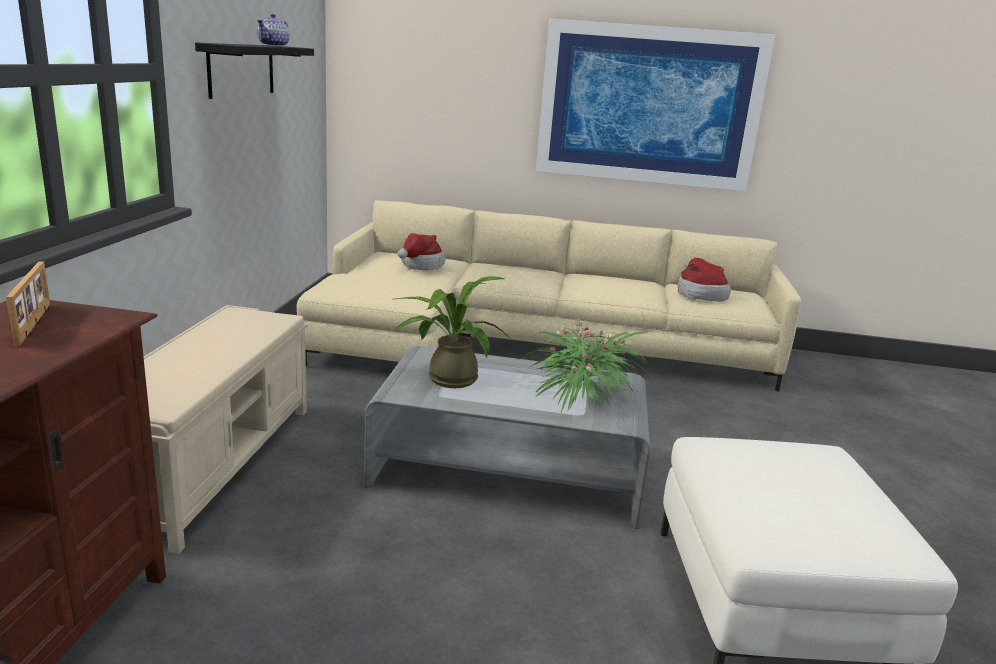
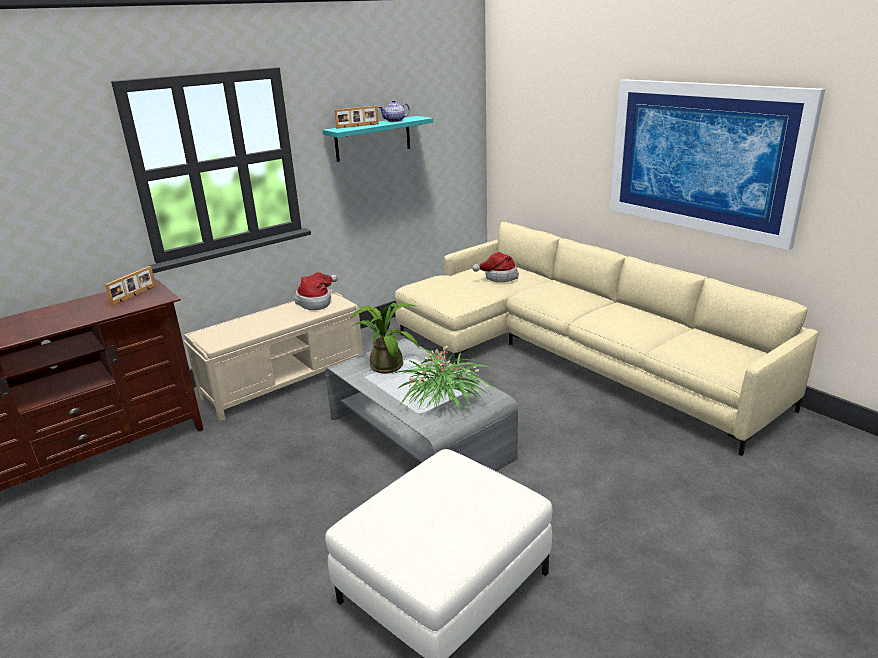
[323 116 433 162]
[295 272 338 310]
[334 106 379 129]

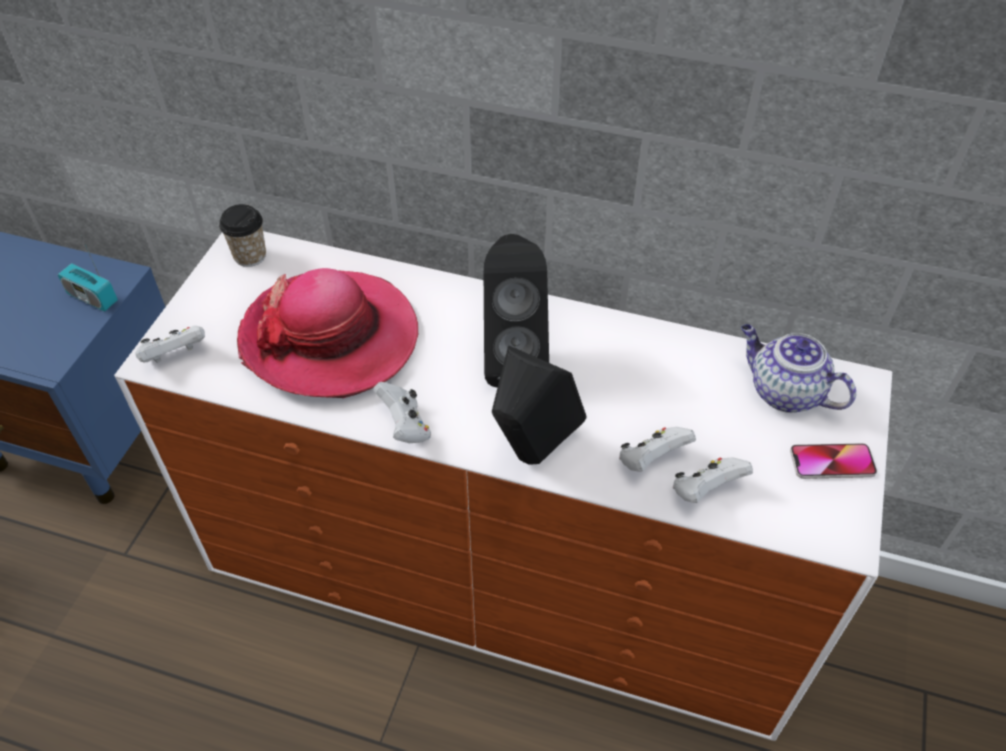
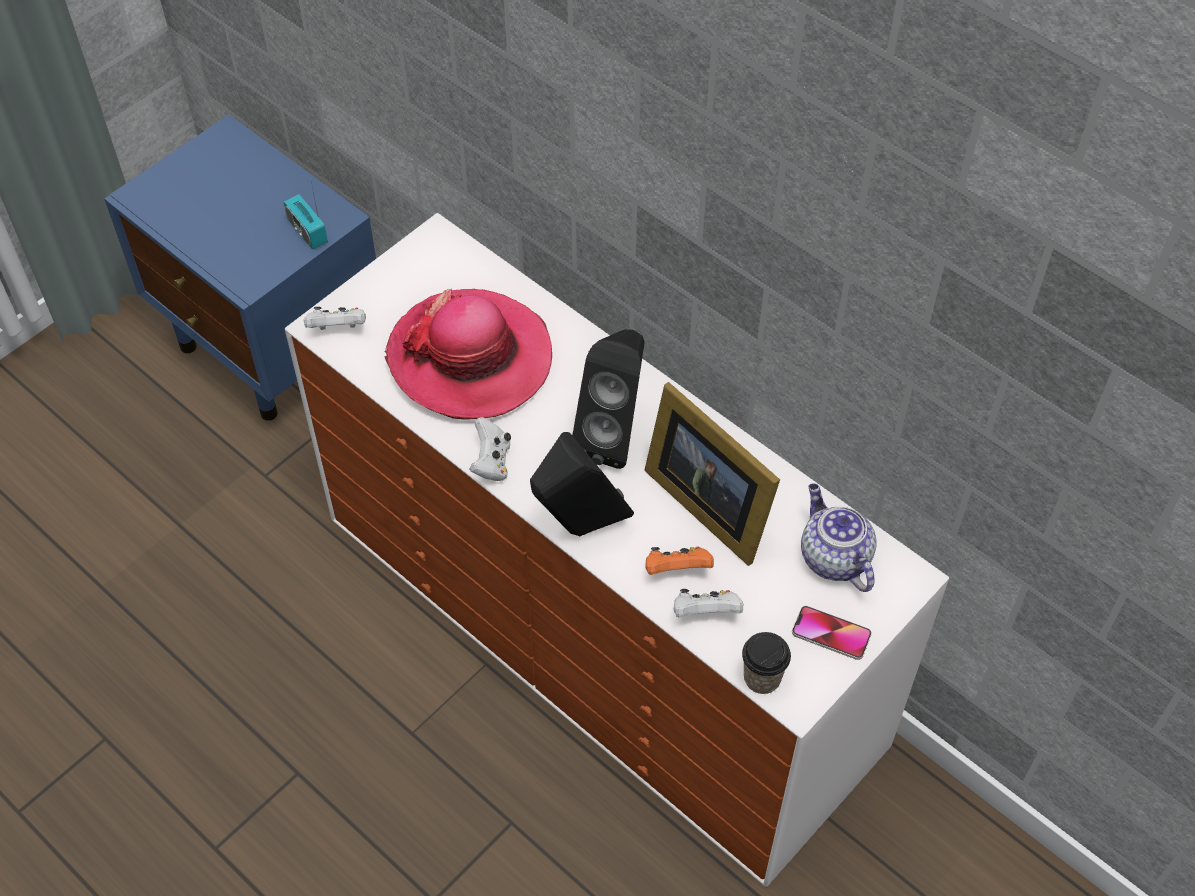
[742 632 791 694]
[645 546 714 575]
[644 382 780 566]

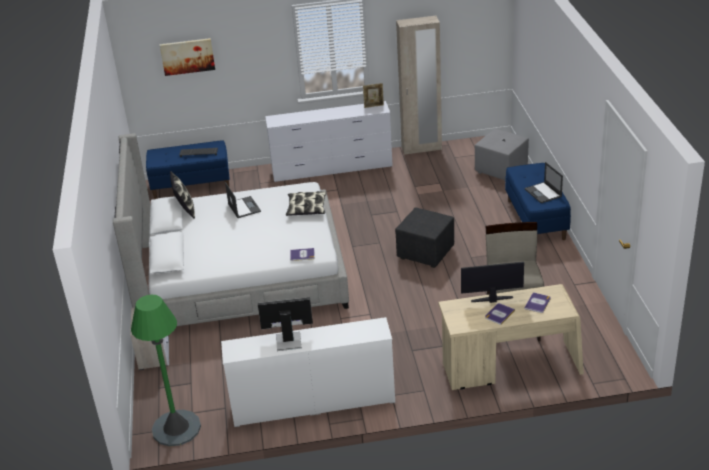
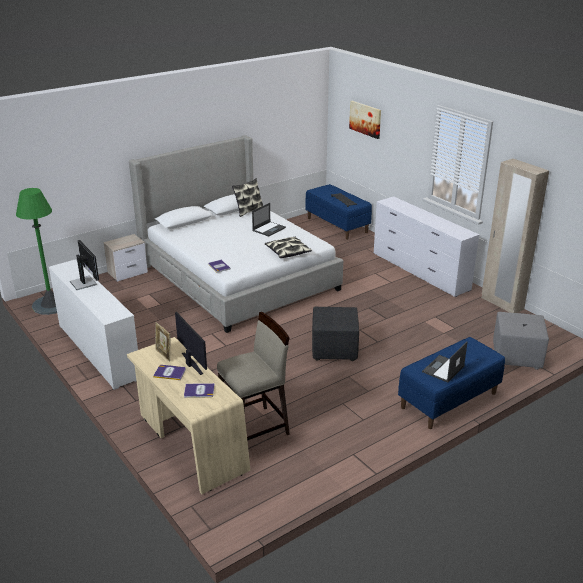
[155 322 170 362]

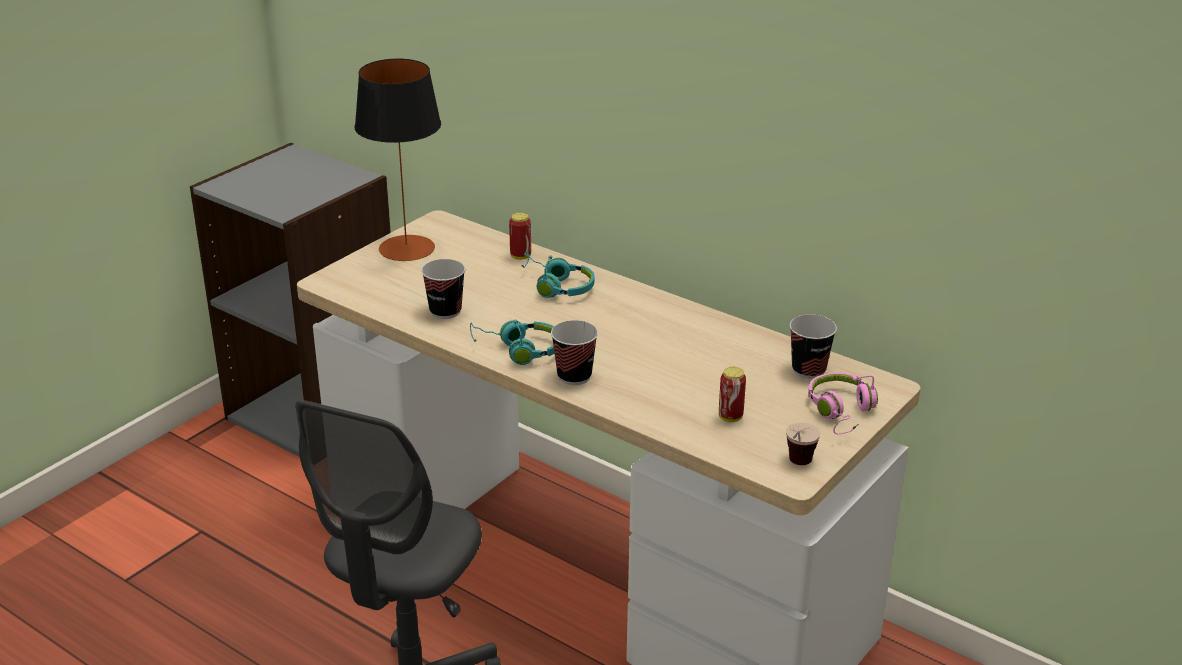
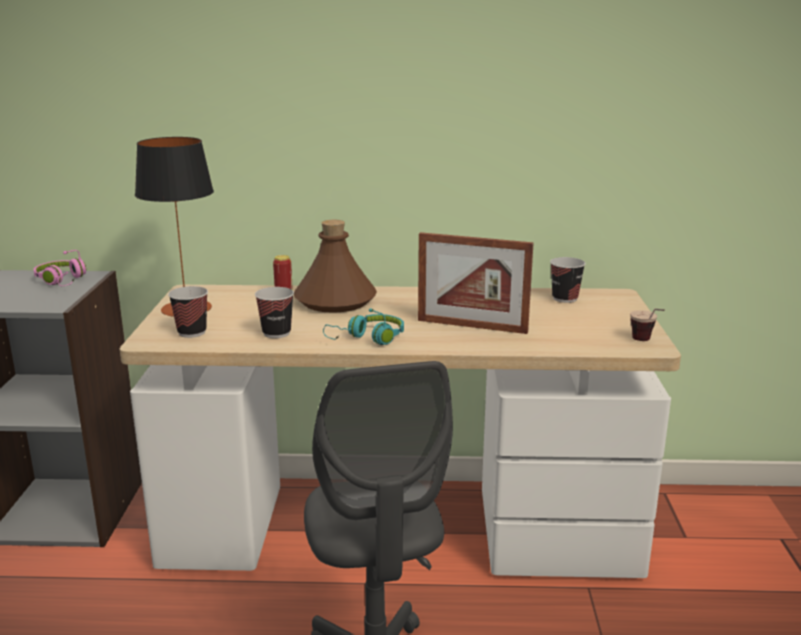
[294 220 377 313]
[168 286 208 338]
[719 367 746 422] (first image)
[33 250 86 286]
[418 232 534 334]

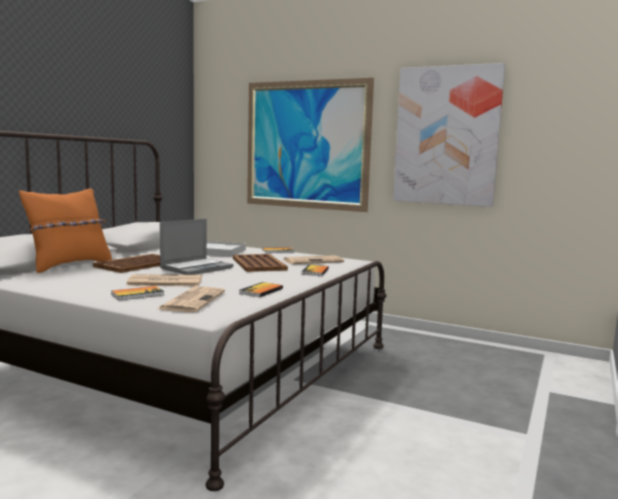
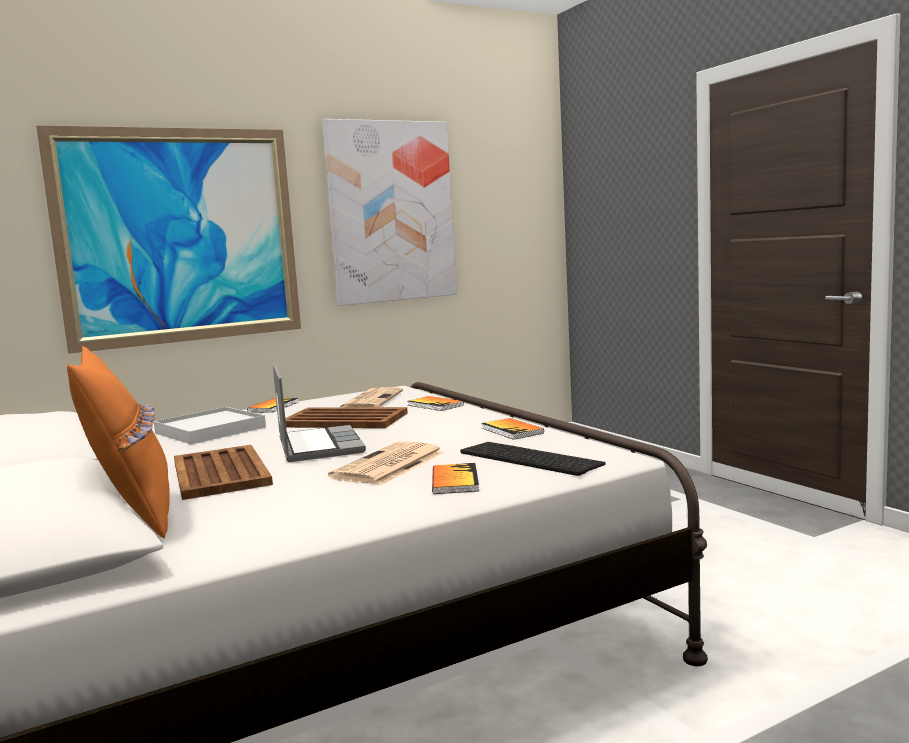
[460 442 606 476]

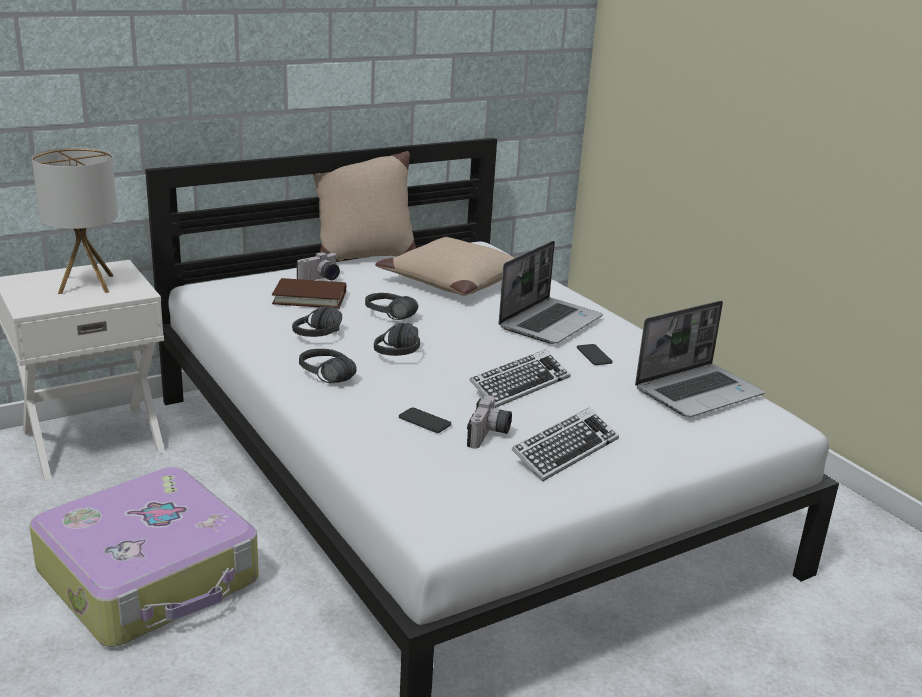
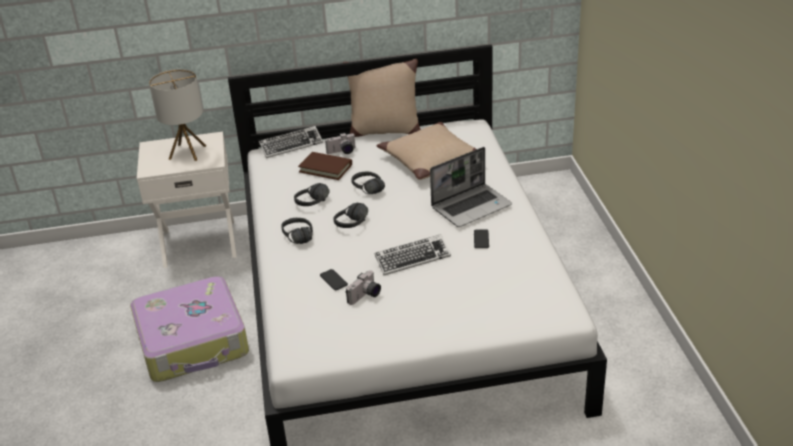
[635 301 765 417] (first image)
[259 126 323 158]

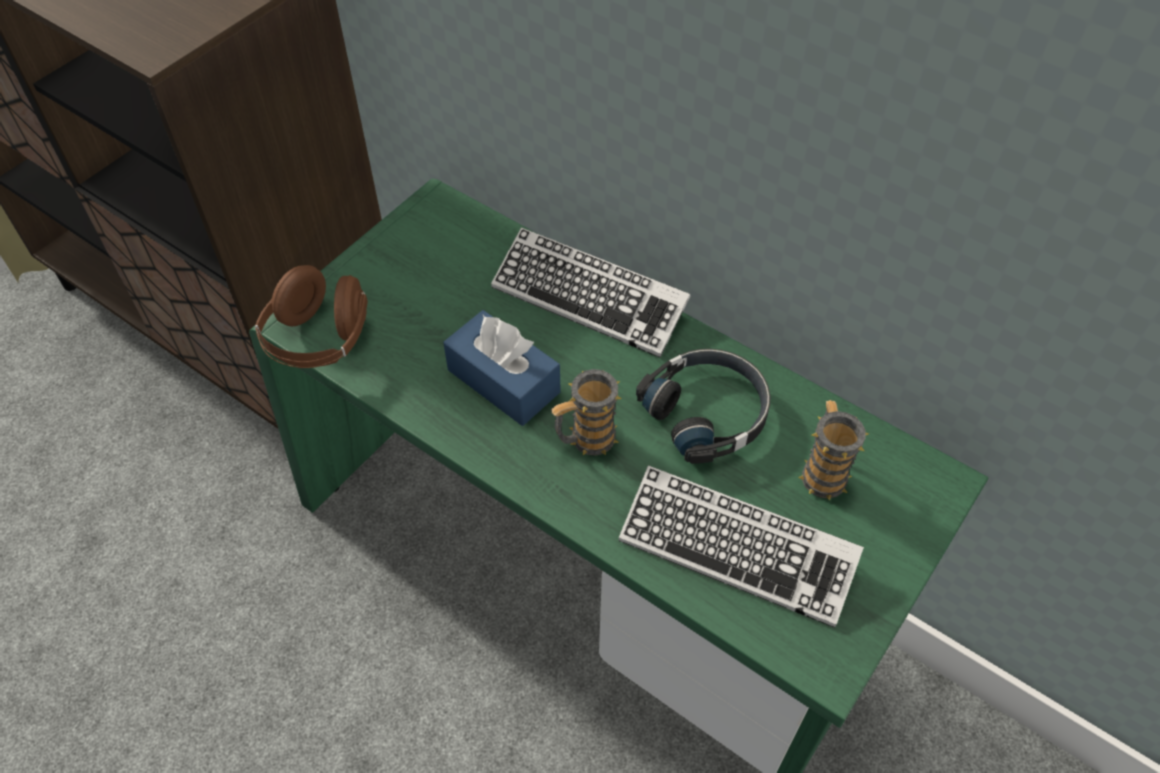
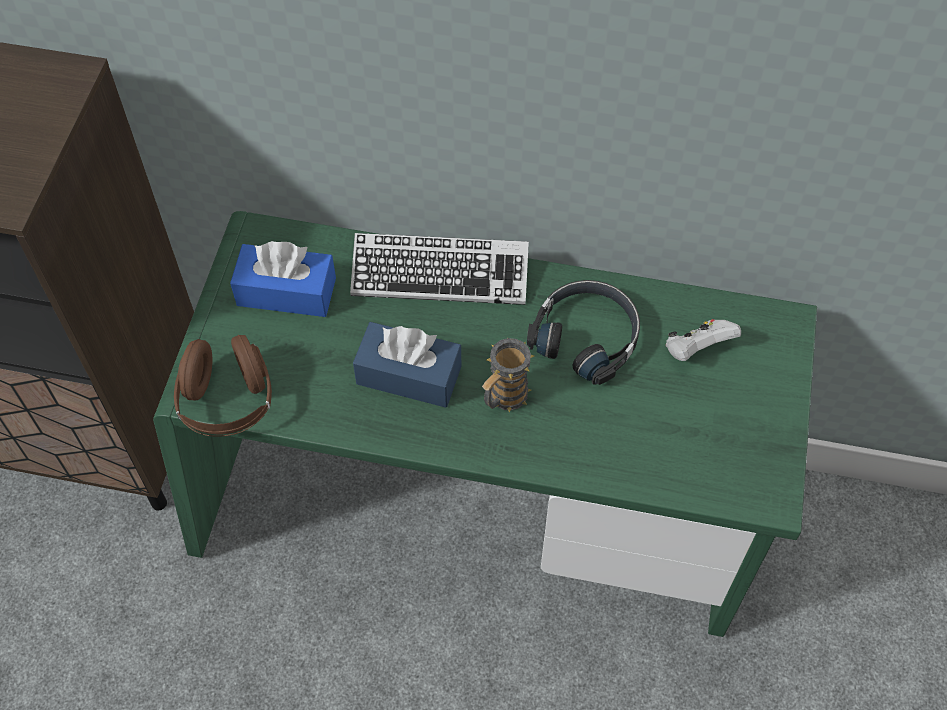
[666 319 741 361]
[619 465 864 628] (first image)
[230 241 336 317]

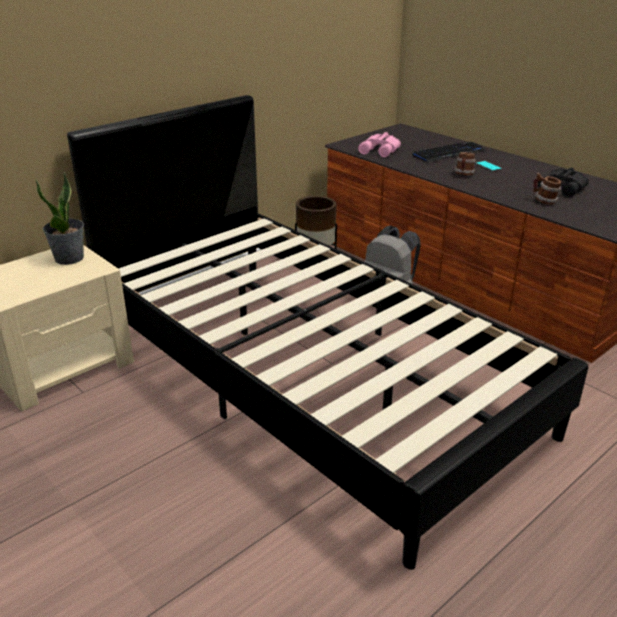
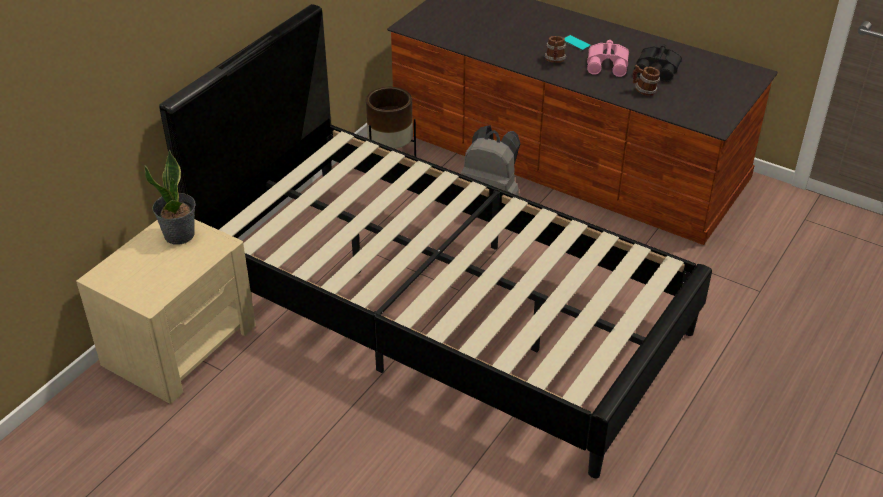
[587 40 629 77]
[412 142 486 162] (first image)

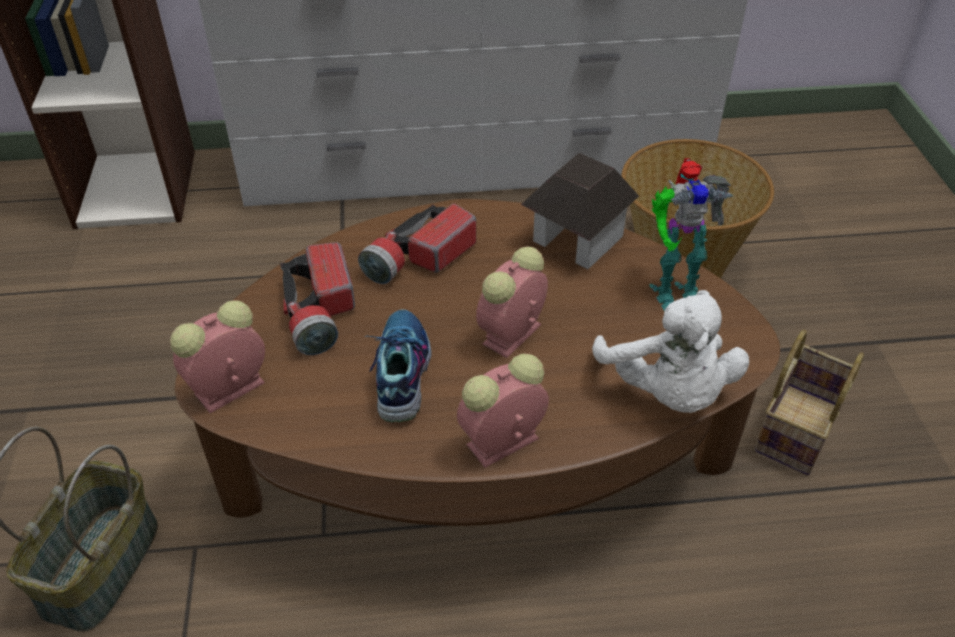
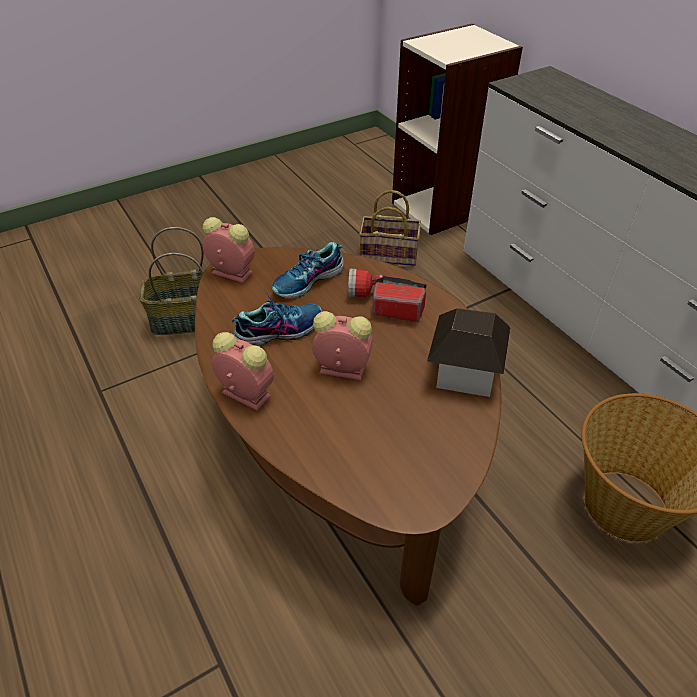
[649 158 733 311] (first image)
[272 242 344 298]
[592 290 749 413] (first image)
[359 190 421 266]

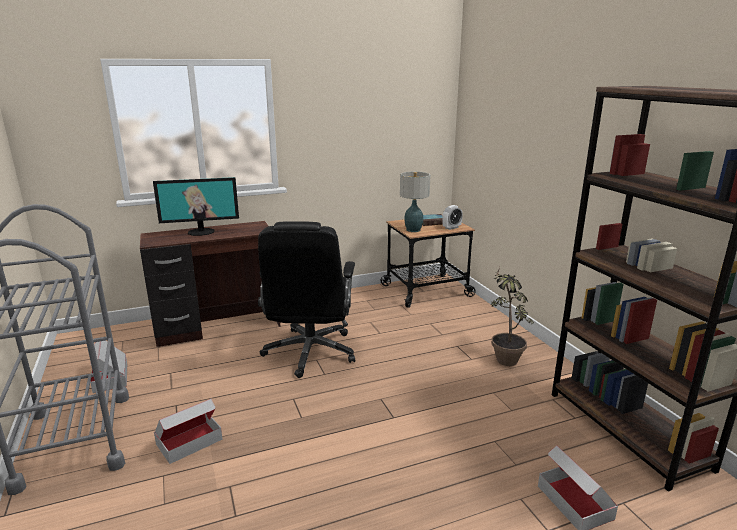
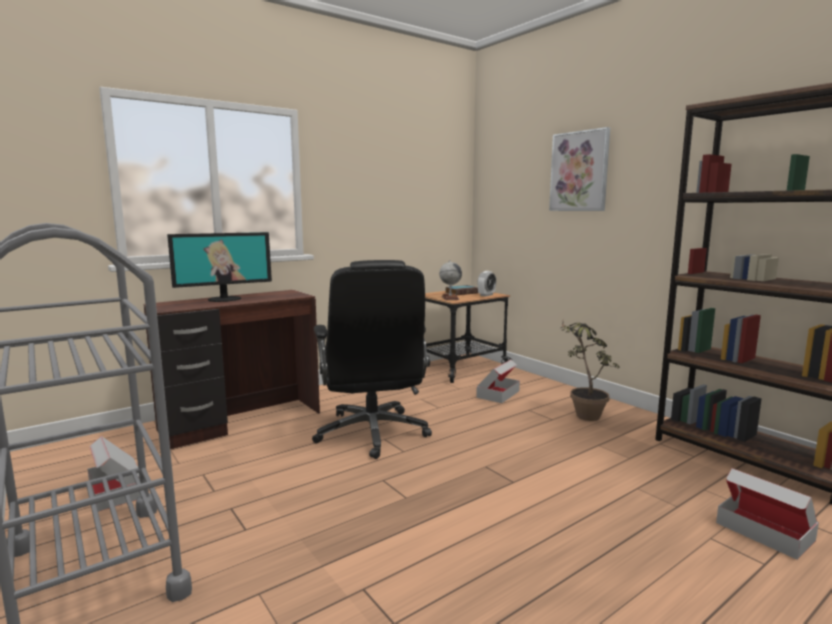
[439 260 462 300]
[476 359 520 403]
[549 127 610 211]

